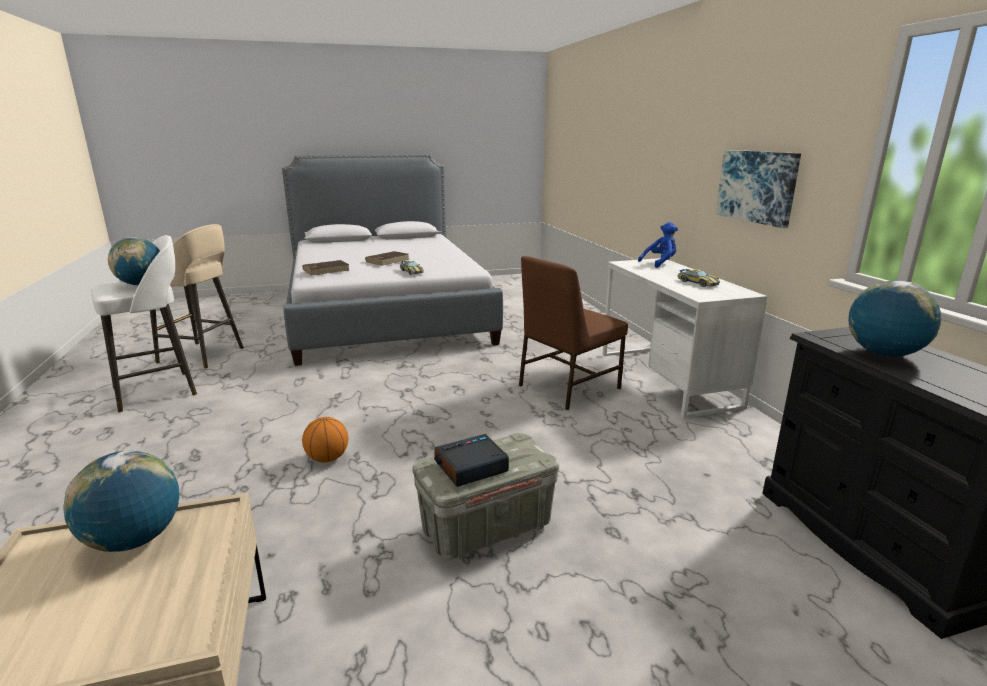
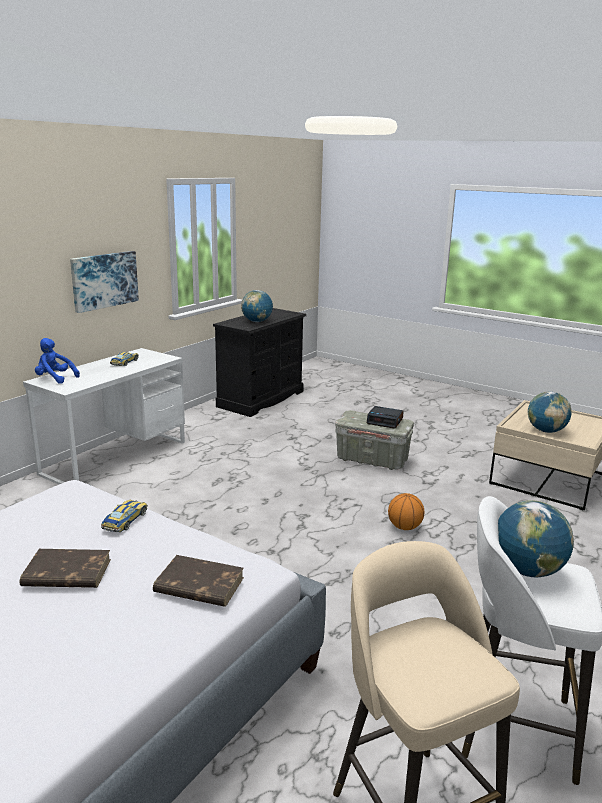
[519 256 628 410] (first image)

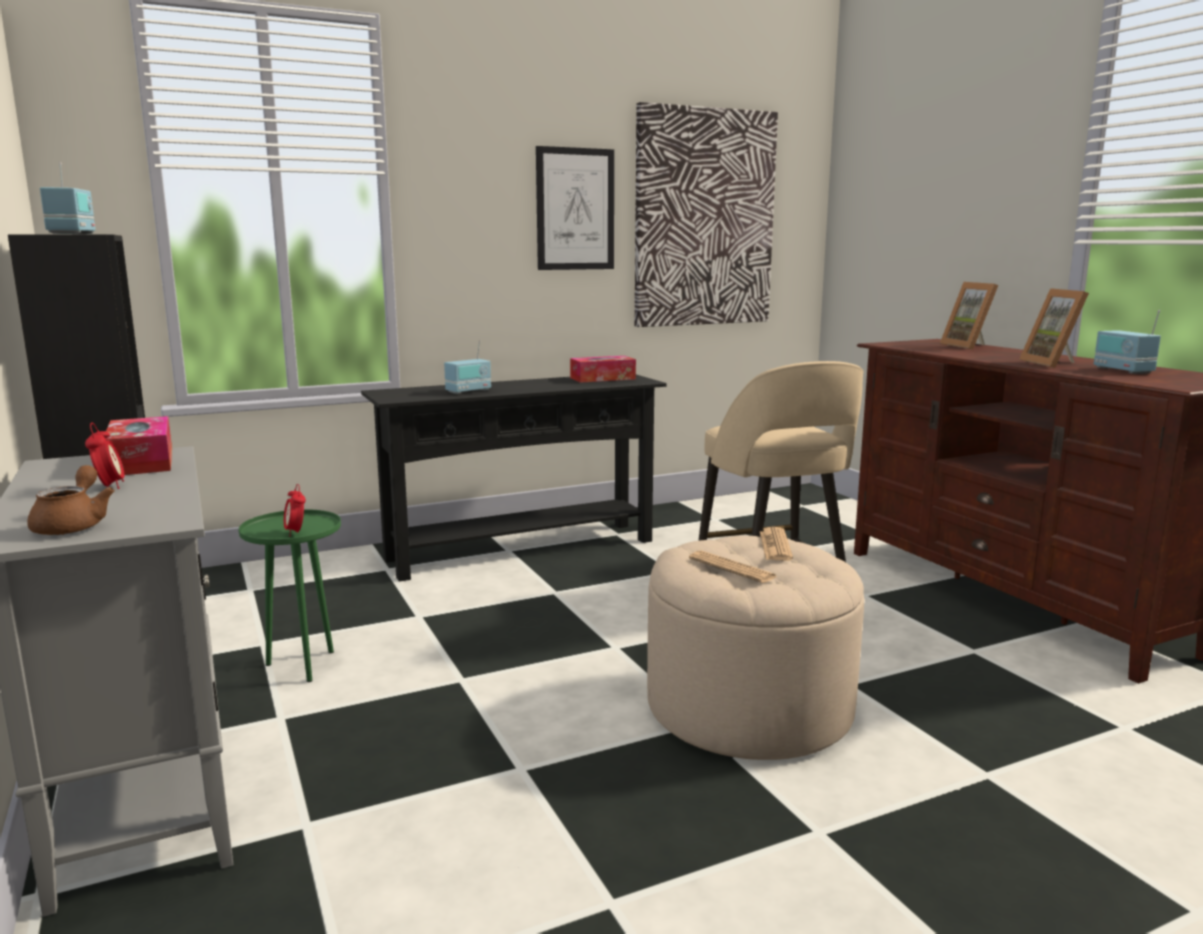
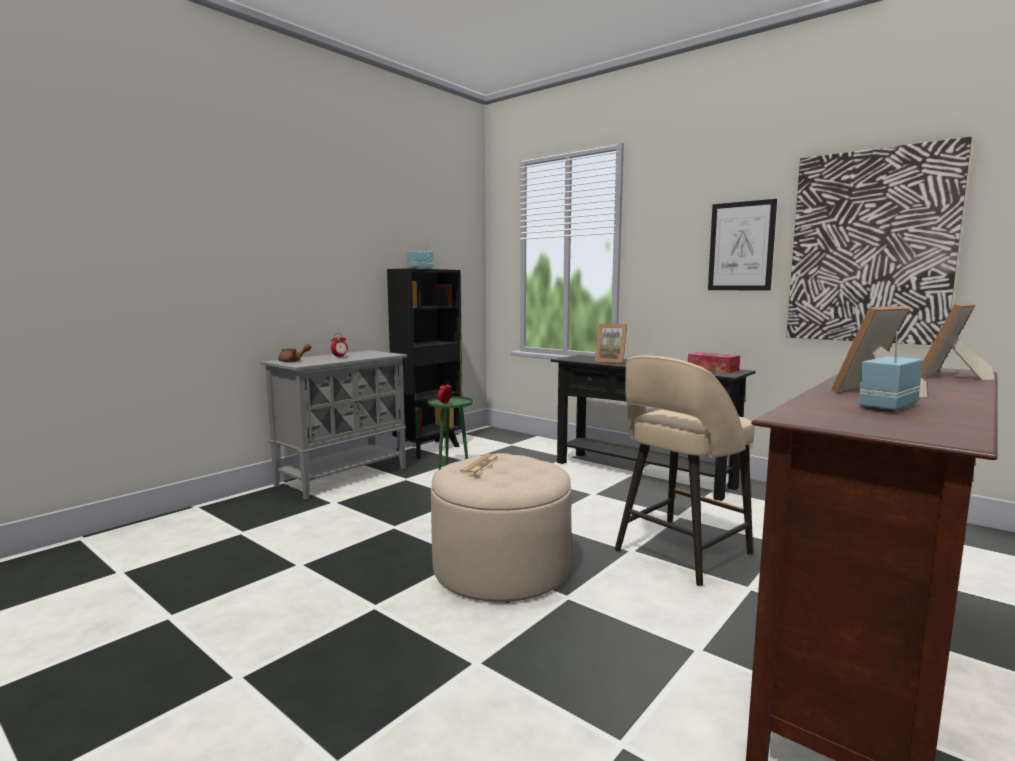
[595 323 627 364]
[106 416 172 475] (first image)
[760 527 793 561] (first image)

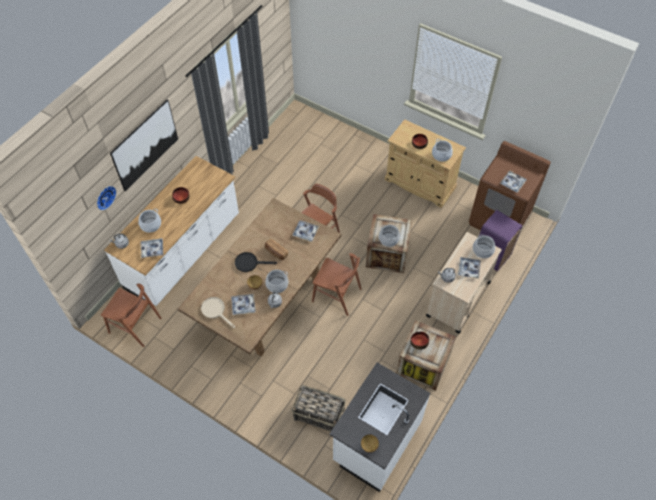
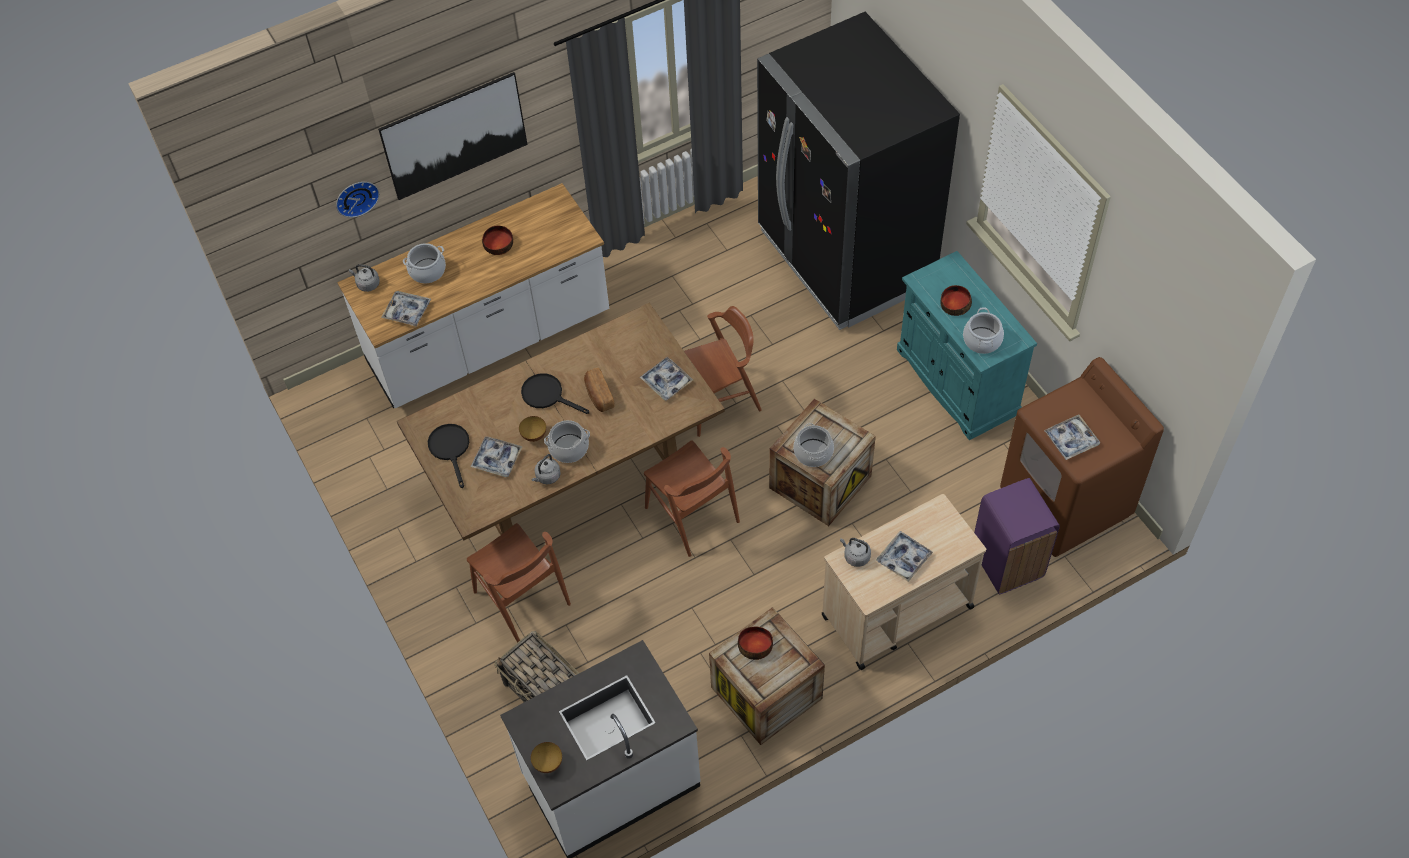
[897 251 1037 440]
[473 234 495 258] (first image)
[467 523 571 643]
[428 424 469 488]
[757 12 960 330]

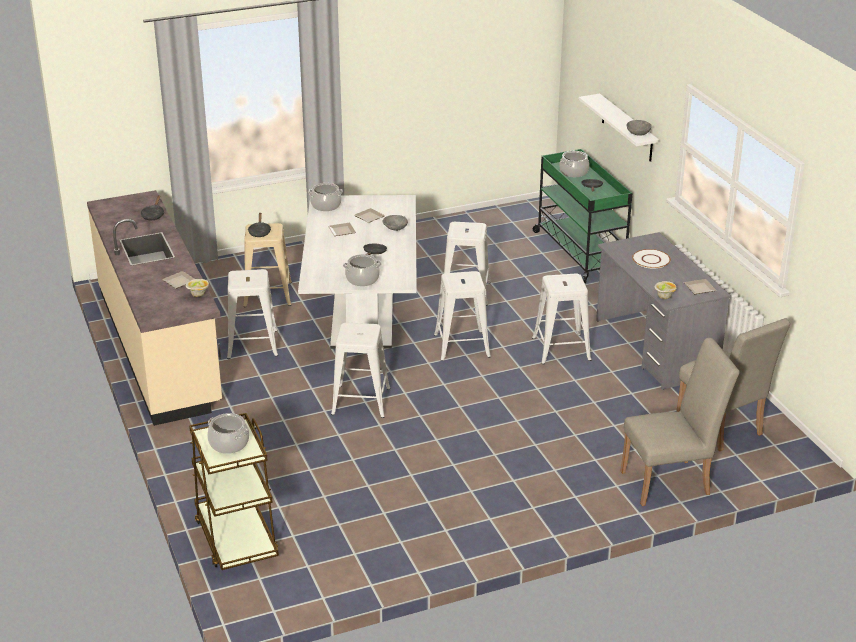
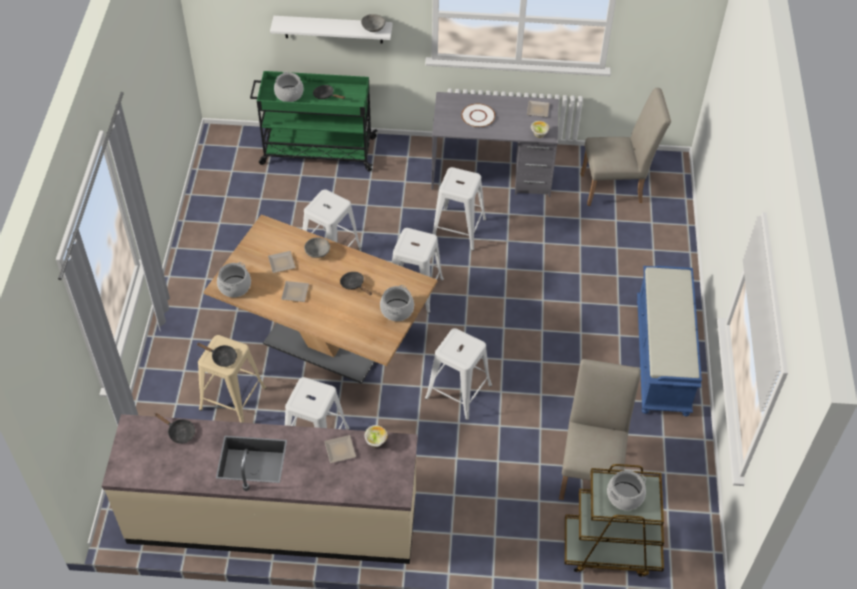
[203 214 437 384]
[559 359 641 500]
[637 266 702 416]

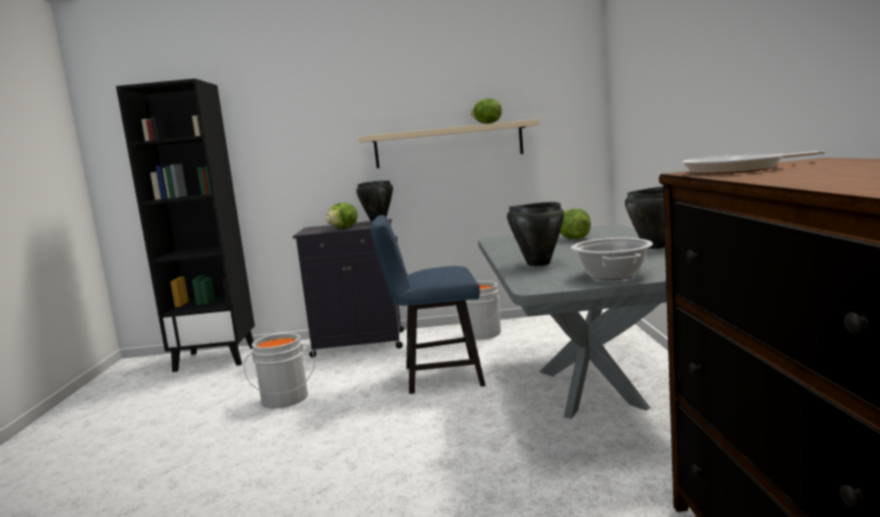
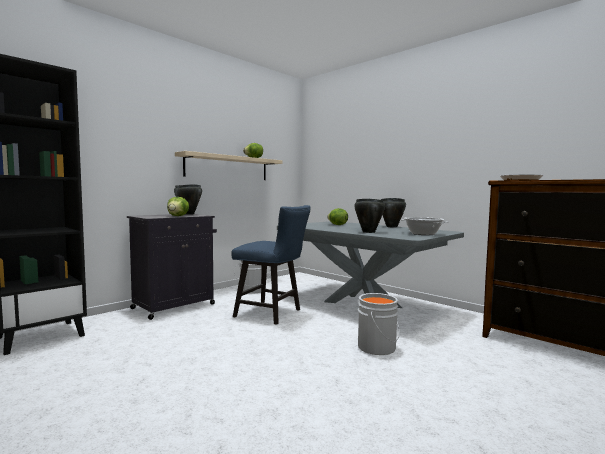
[231 205 311 325]
[358 293 400 355]

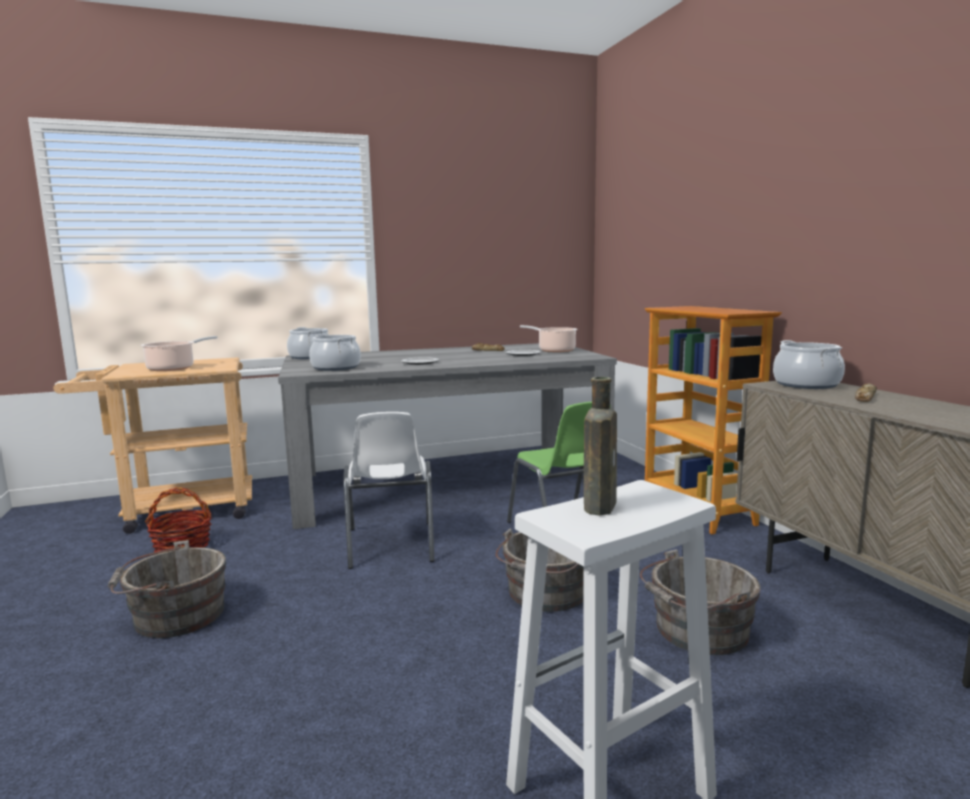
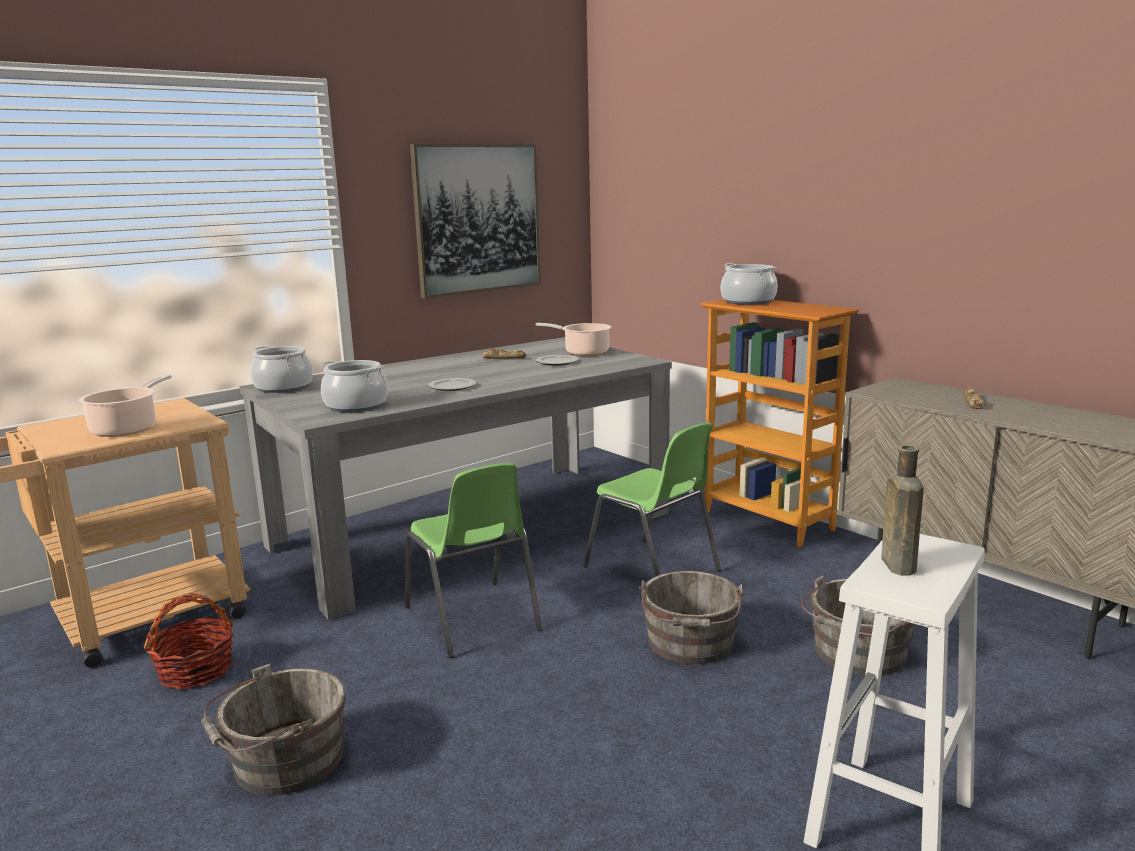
[721 263 778 305]
[405 463 542 658]
[410 144 540 298]

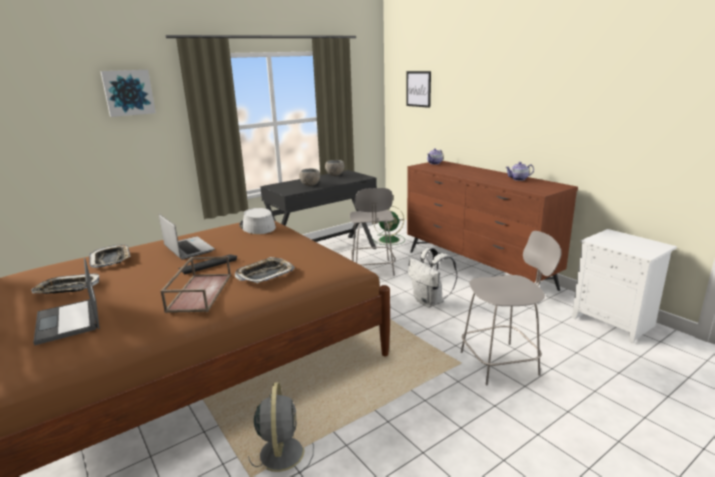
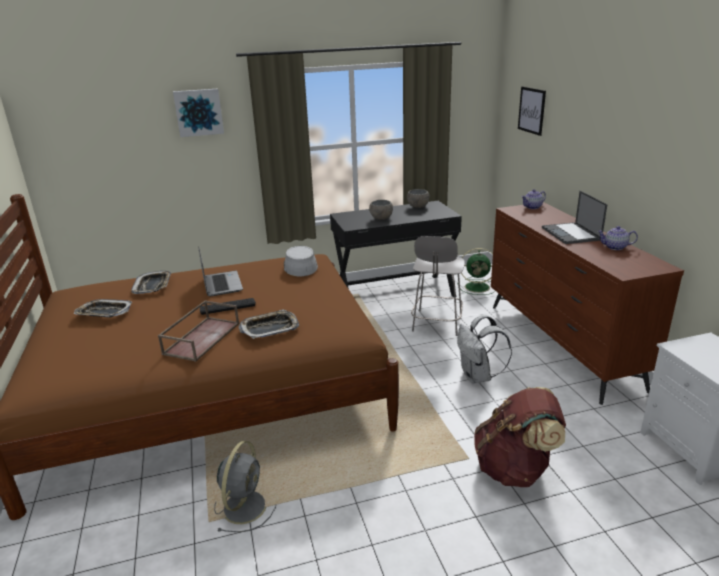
[474 387 566 487]
[542 191 608 244]

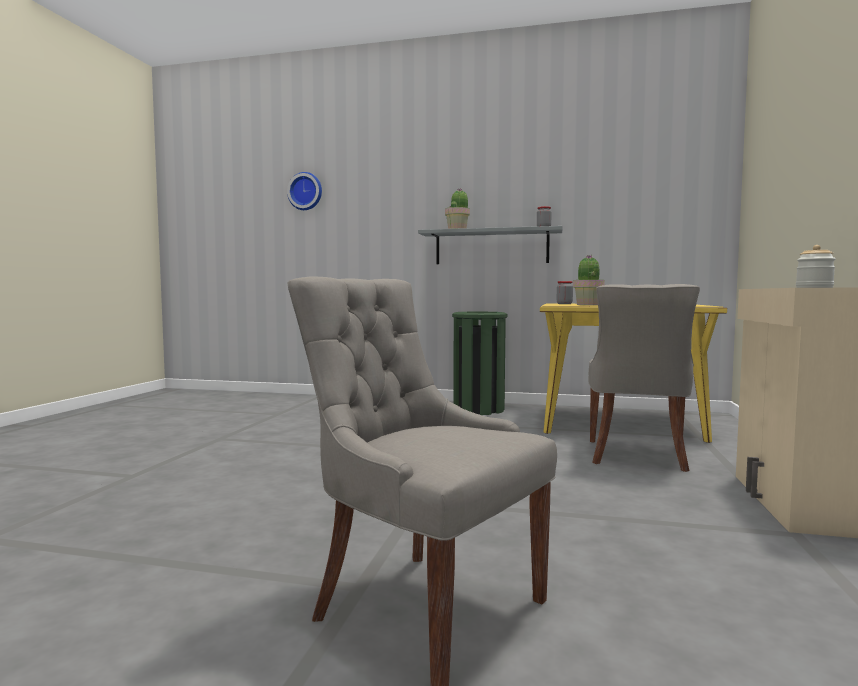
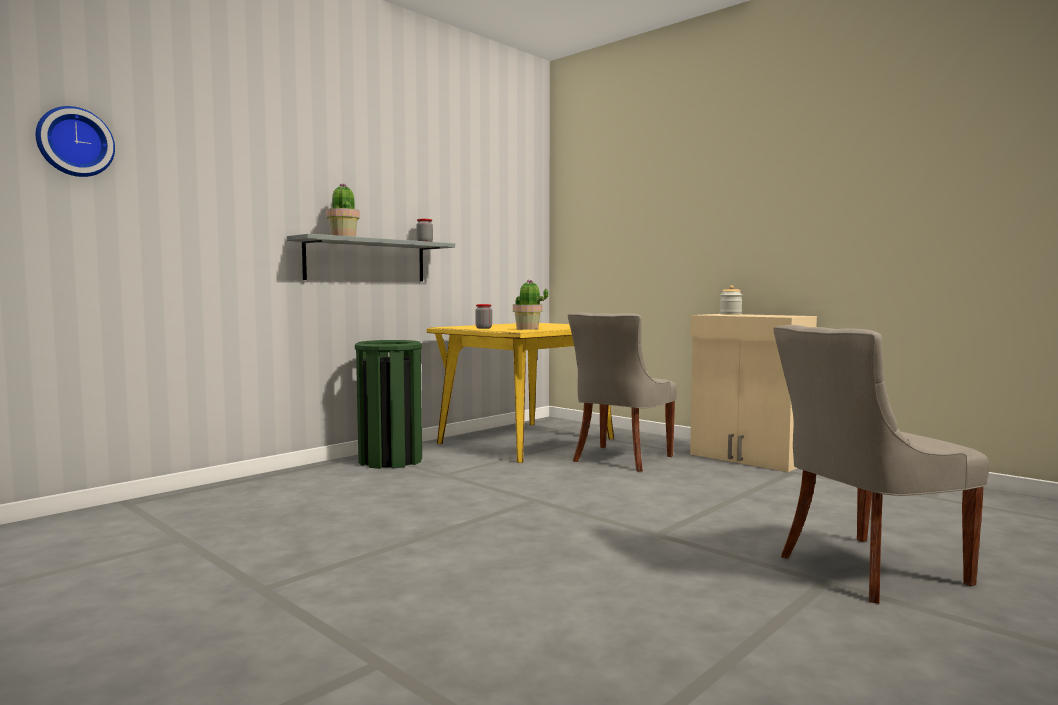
[568 312 677 472]

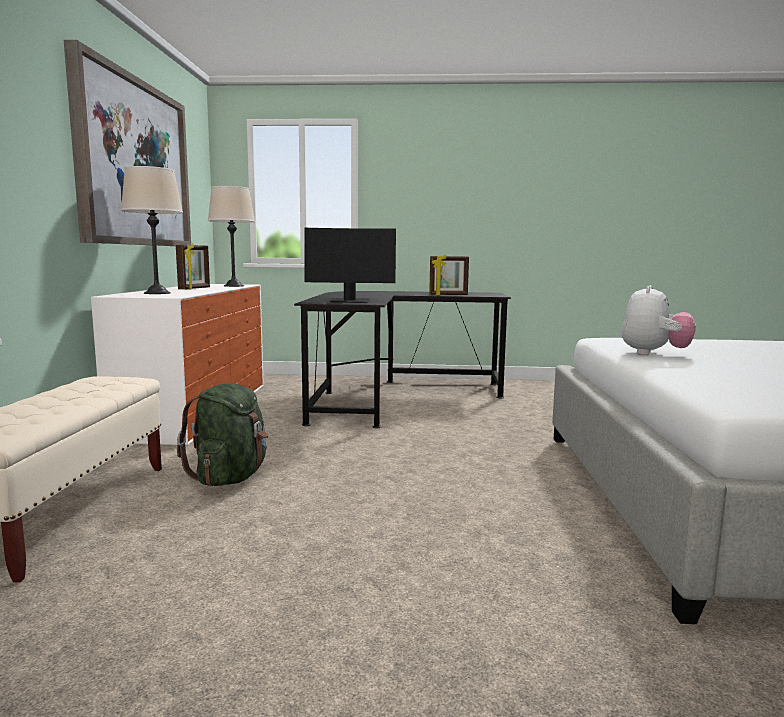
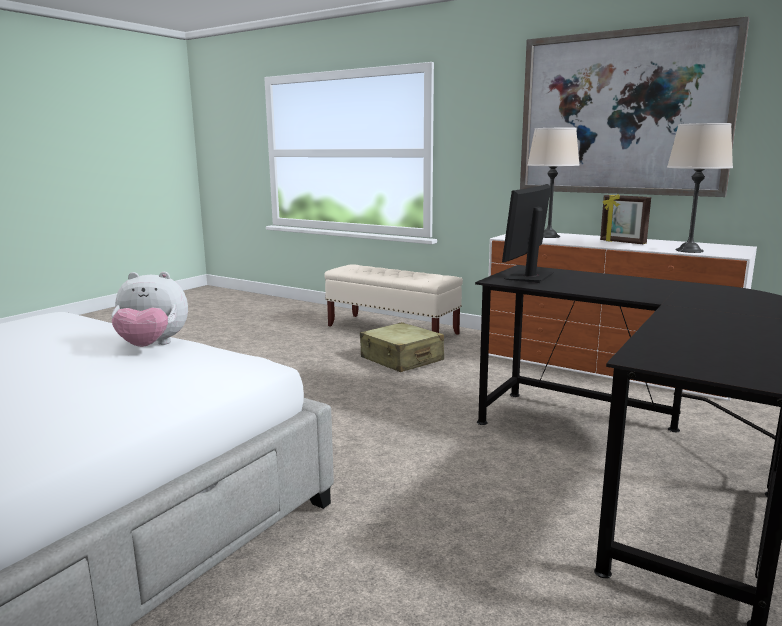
[429 255 469 295] (first image)
[112 272 188 347]
[360 322 444 372]

